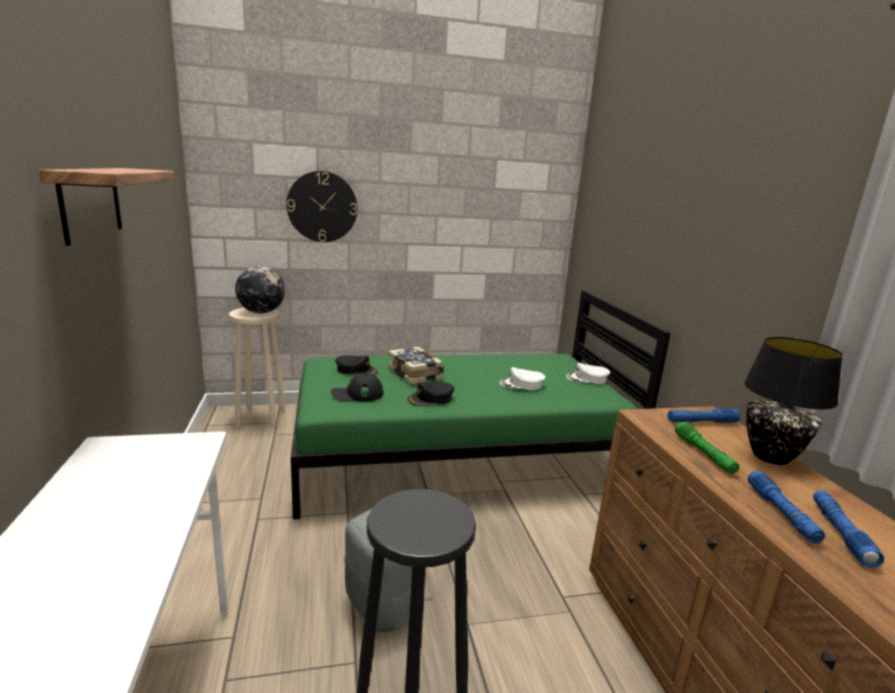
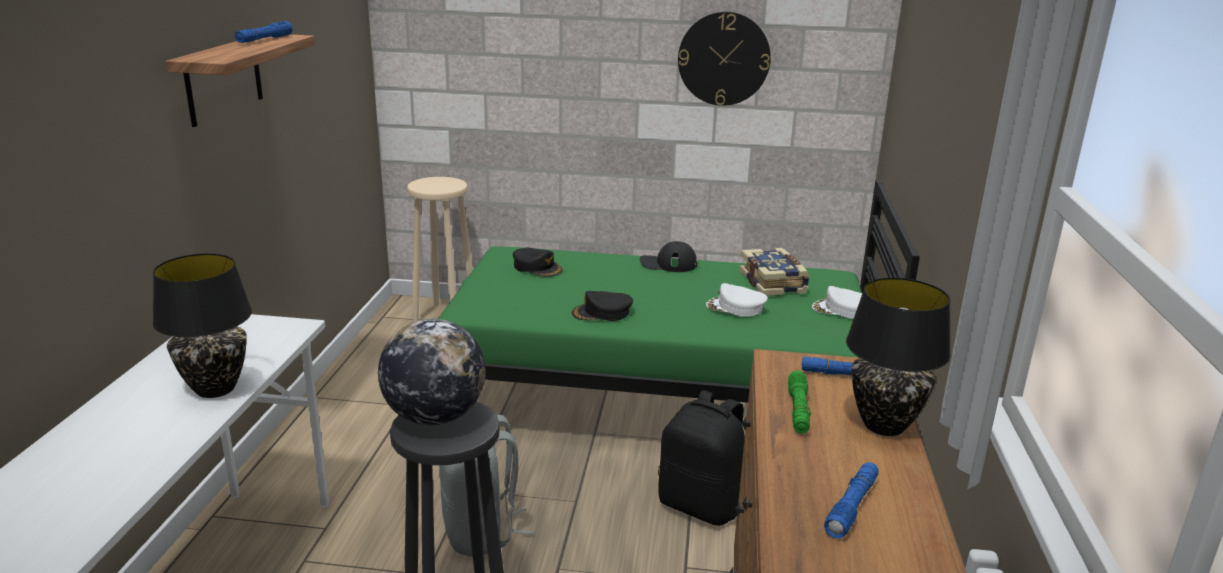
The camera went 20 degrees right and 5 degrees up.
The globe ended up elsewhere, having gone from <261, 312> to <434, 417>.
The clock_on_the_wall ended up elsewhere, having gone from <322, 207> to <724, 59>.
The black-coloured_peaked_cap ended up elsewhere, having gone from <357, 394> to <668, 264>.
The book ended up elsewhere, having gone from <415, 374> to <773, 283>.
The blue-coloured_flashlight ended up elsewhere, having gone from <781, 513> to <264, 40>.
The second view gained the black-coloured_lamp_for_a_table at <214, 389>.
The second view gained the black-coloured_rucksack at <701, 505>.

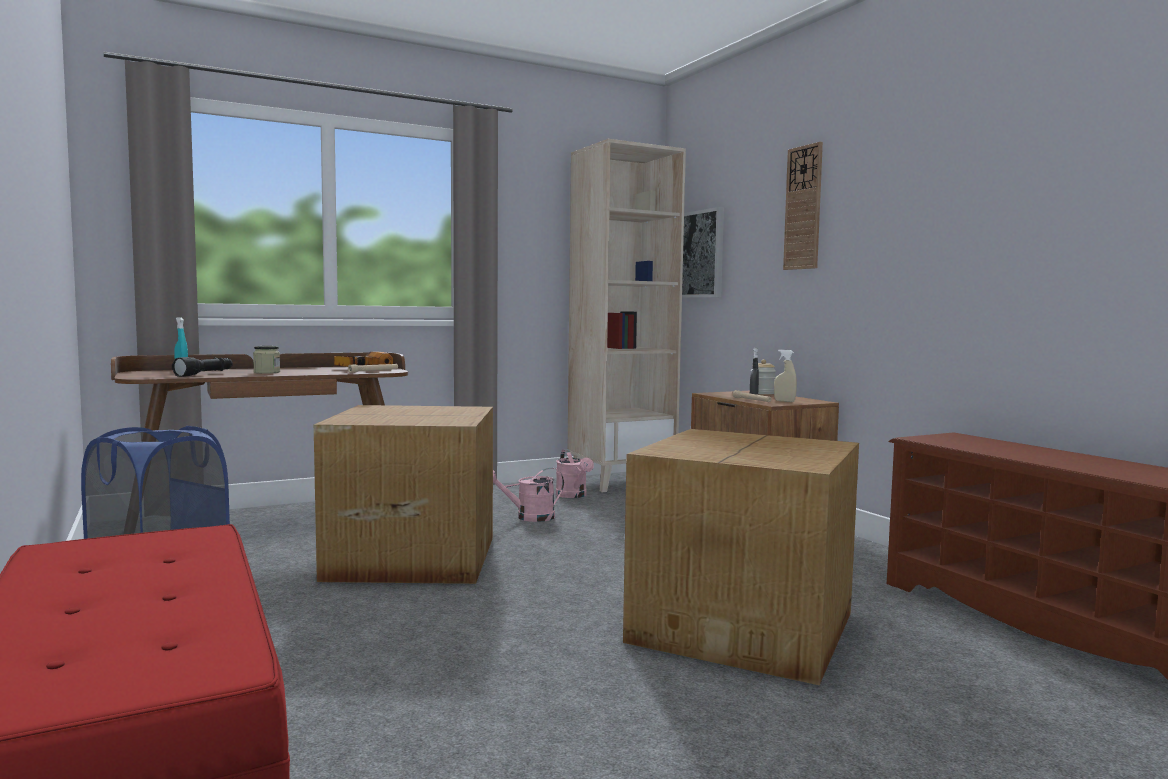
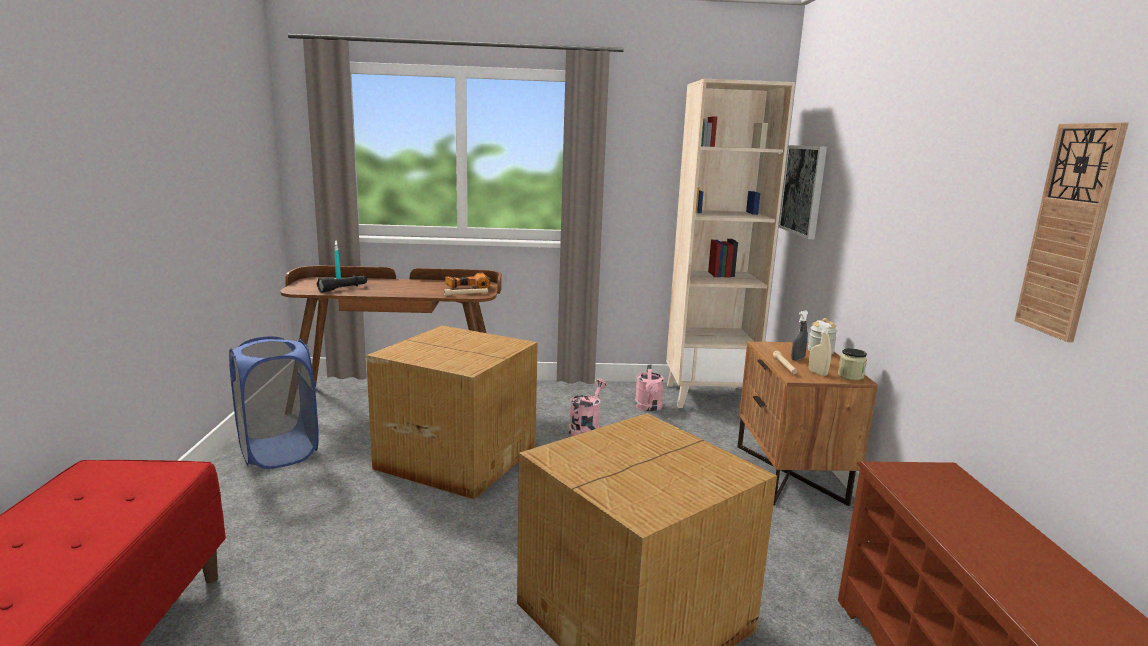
The camera went 25 degrees right and 10 degrees up.
The jar ended up elsewhere, having gone from <267, 372> to <850, 376>.
The pink-coloured_watering_pot at <528, 517> ended up facing another way, 105 degrees clockwise from before.
The clock_on_the_wall ended up elsewhere, having gone from <803, 208> to <1069, 231>.

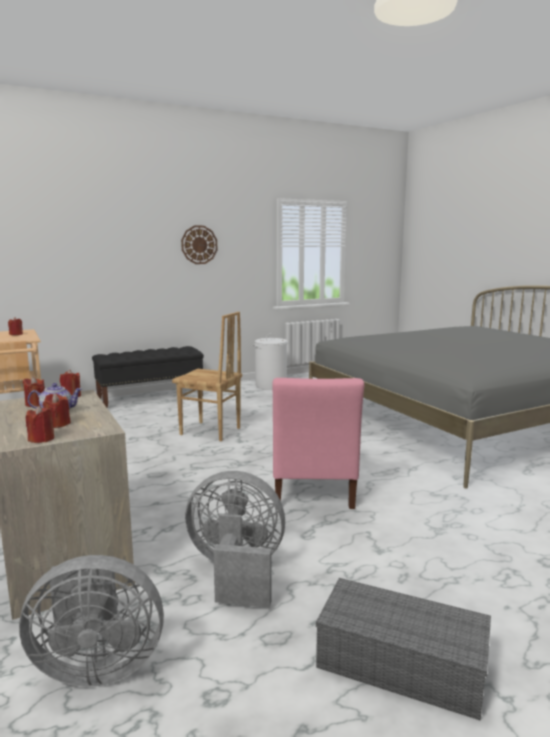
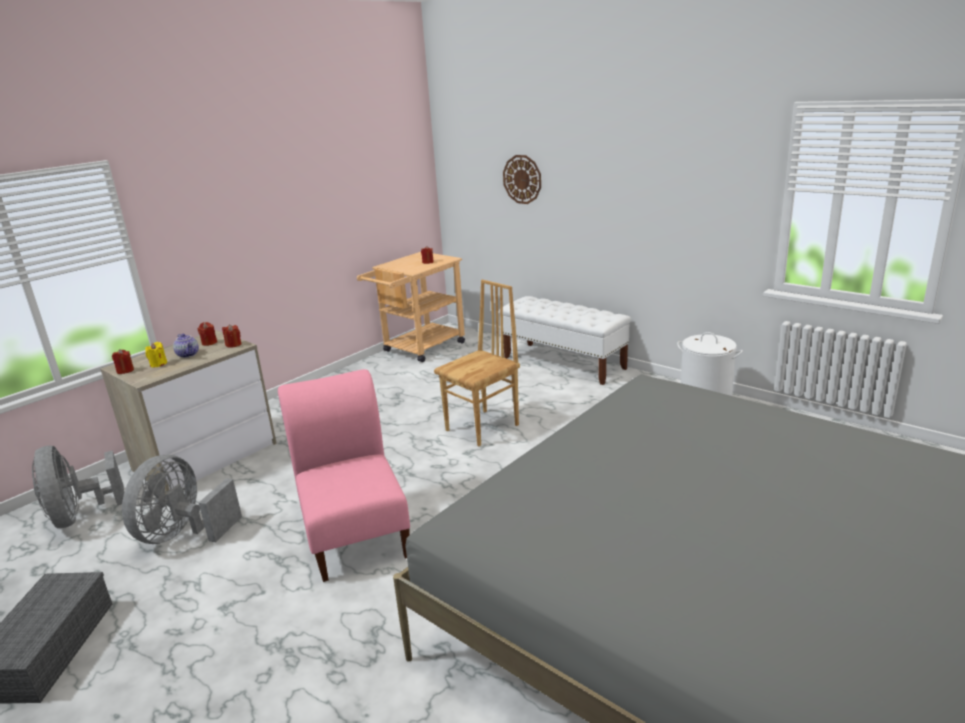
The camera went 70 degrees right and 10 degrees up.
What was the red-coloured_wax_candle at <58, 424> turned into the yellow-coloured_wax_candle at <158, 364>.
What was the black-coloured_bench at <151, 397> turned into the white_bench at <564, 363>.
The brownish_upright_chair at <210, 432> ended up facing another way, 135 degrees counterclockwise from before.
The clock_on_the_wall ended up elsewhere, having gone from <199, 244> to <522, 179>.
The greyish_cooling_fan at <236, 572> ended up facing another way, 150 degrees counterclockwise from before.
The pink-coloured_upright_chair at <312, 489> ended up facing another way, 90 degrees clockwise from before.

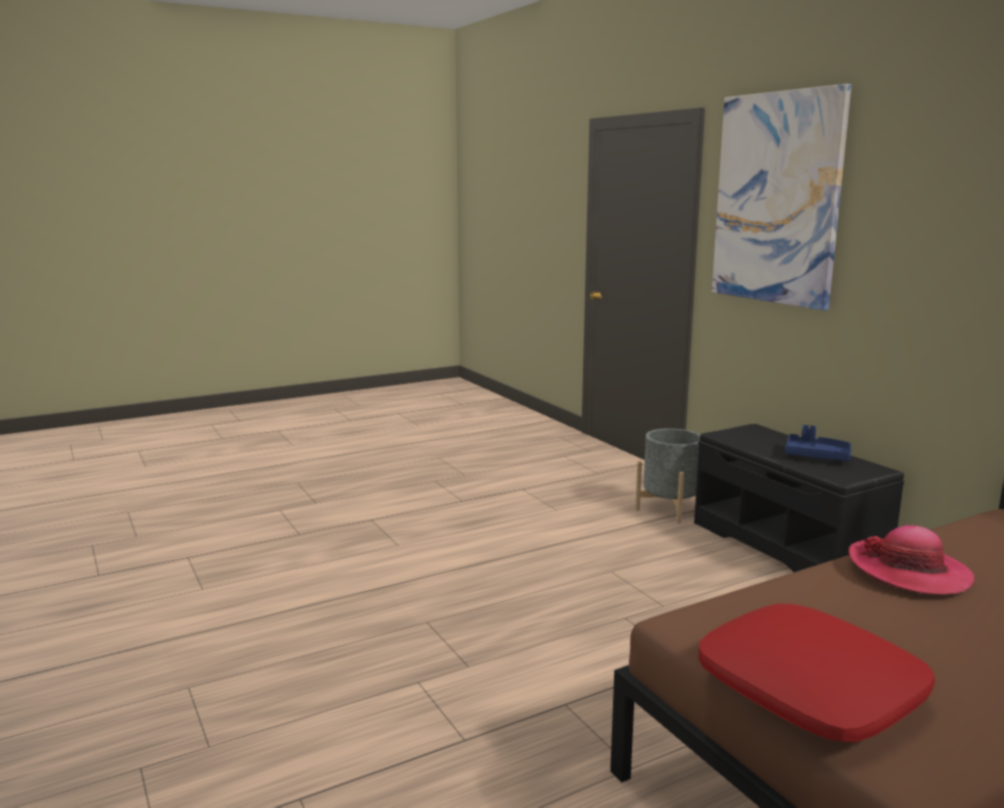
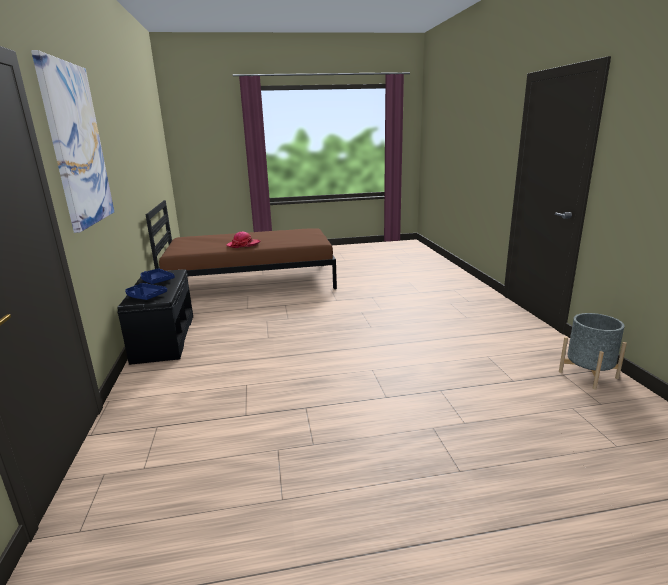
The camera went 160 degrees left and 5 degrees up.
The greyish_planter ended up elsewhere, having gone from <670, 509> to <588, 375>.
The second view lost the red-coloured_throw_pillow at <810, 690>.
The second view gained the blue-coloured_carrying_tray at <145, 296>.

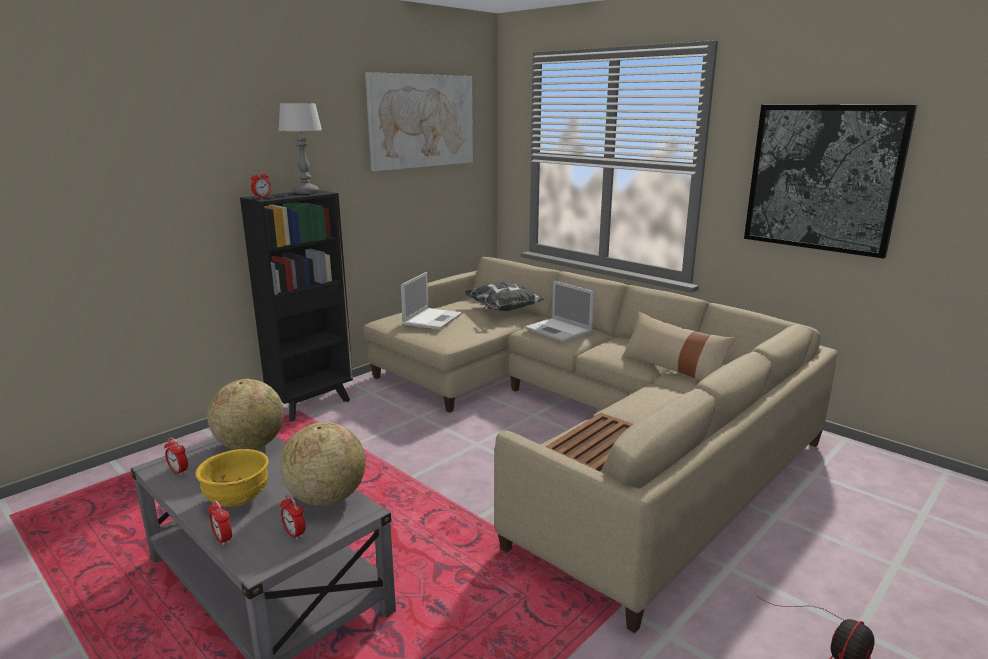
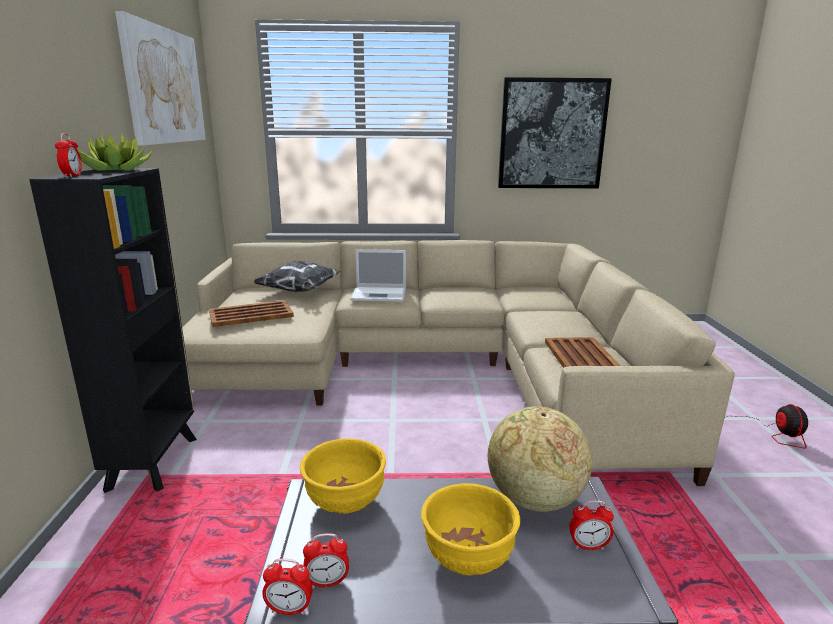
The camera went 45 degrees left and 0 degrees up.
Where the globe stood at <251, 445>, the yellow-coloured_bowl came to stand at <344, 503>.
The bedside_clock ended up elsewhere, having gone from <223, 539> to <289, 609>.
Where the lamp_for_a_table stood at <305, 192>, the plant_in_a_pot came to stand at <112, 170>.
Where the notebook_computer stood at <433, 319>, the brownish_carrying_tray came to stand at <250, 314>.
The second view lost the beige_throw_pillow at <673, 368>.

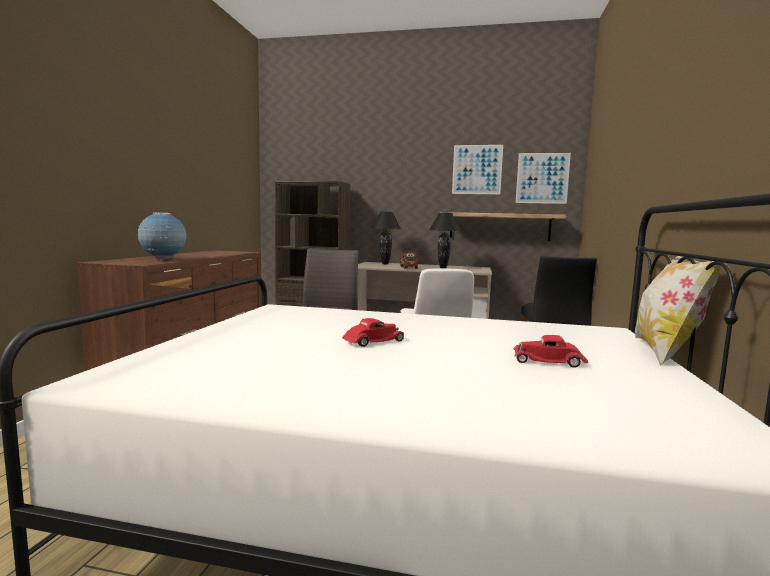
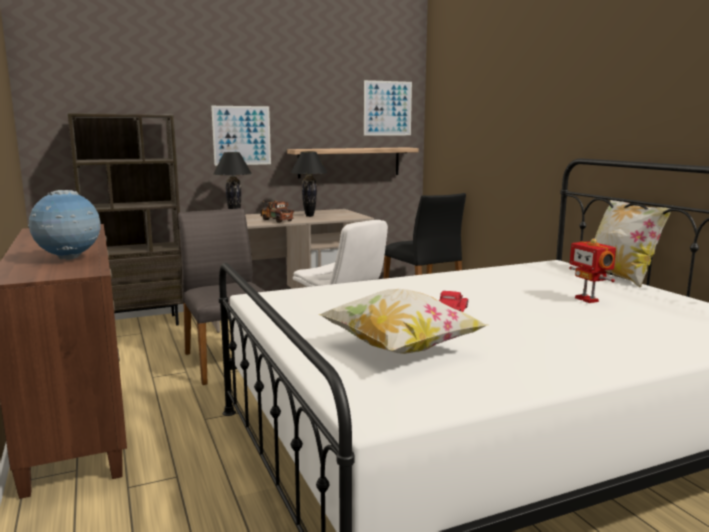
The camera went 35 degrees left and 5 degrees up.
The wall_picture ended up elsewhere, having gone from <477, 169> to <241, 135>.
Where the red-coloured_model_car stood at <549, 361>, the robot_figure came to stand at <588, 299>.
The second view gained the throw_pillow at <400, 349>.

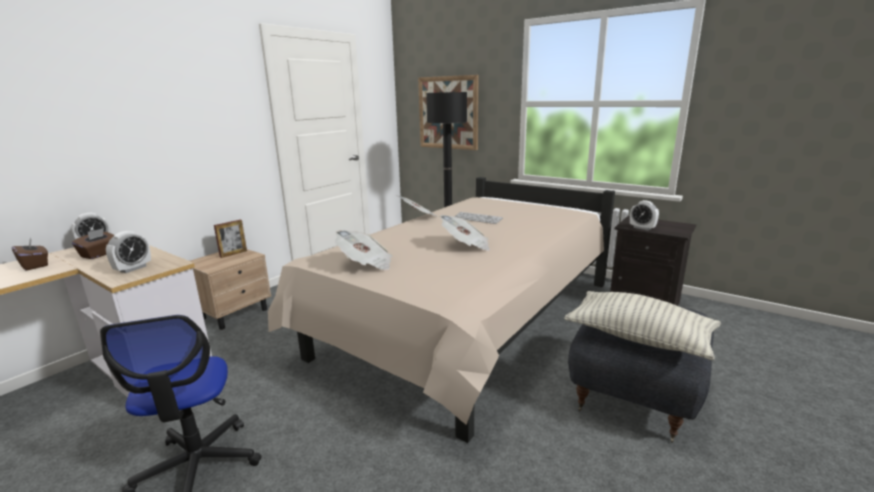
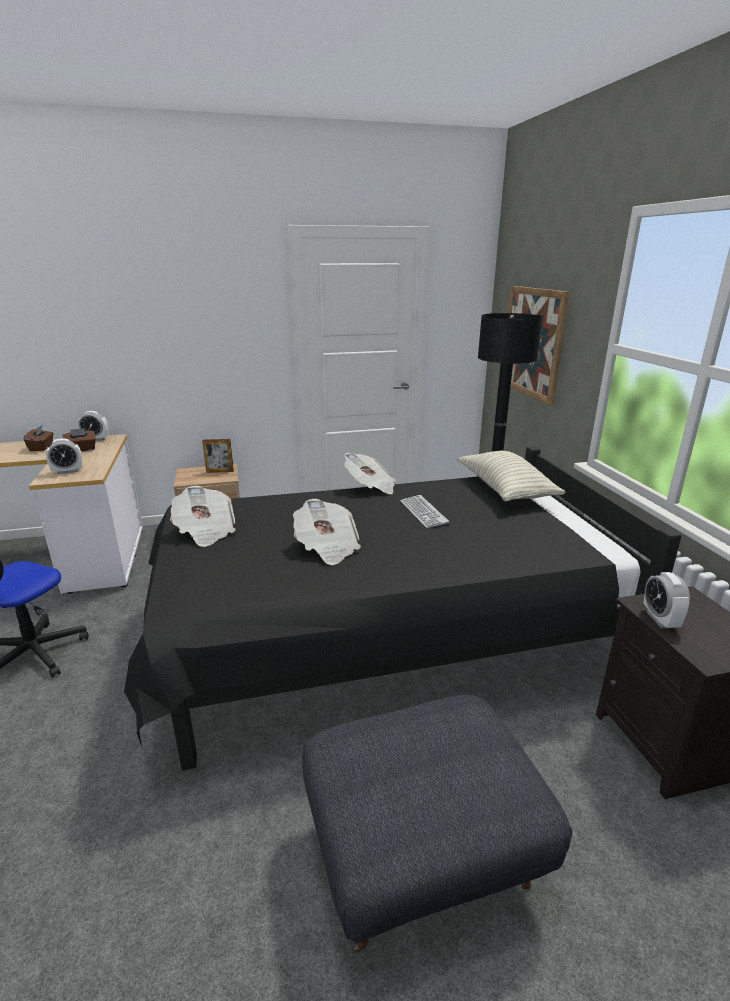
The camera went 40 degrees right and 5 degrees up.
What was the beige_sleeping_bed at <468, 322> turned into the black-coloured_sleeping_bed at <378, 639>.
The throw_pillow ended up elsewhere, having gone from <638, 338> to <505, 490>.

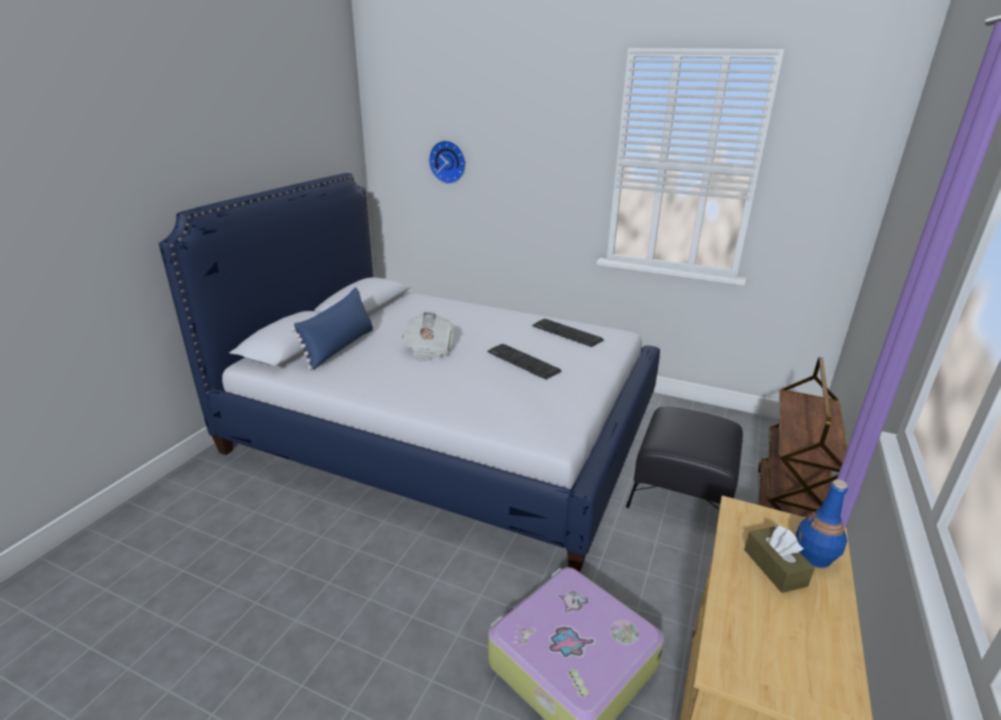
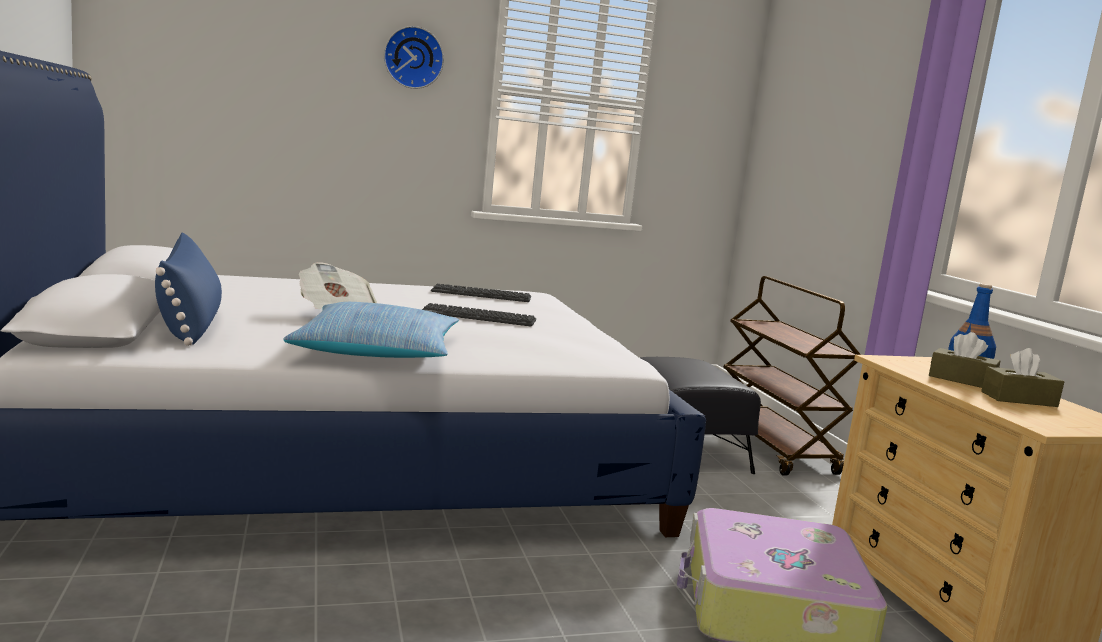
The camera went 40 degrees left and 15 degrees down.
The clock_on_the_wall ended up elsewhere, having gone from <448, 161> to <413, 58>.
The second view gained the throw_pillow at <378, 350>.
The second view gained the brownish_tissue_holder at <1019, 399>.

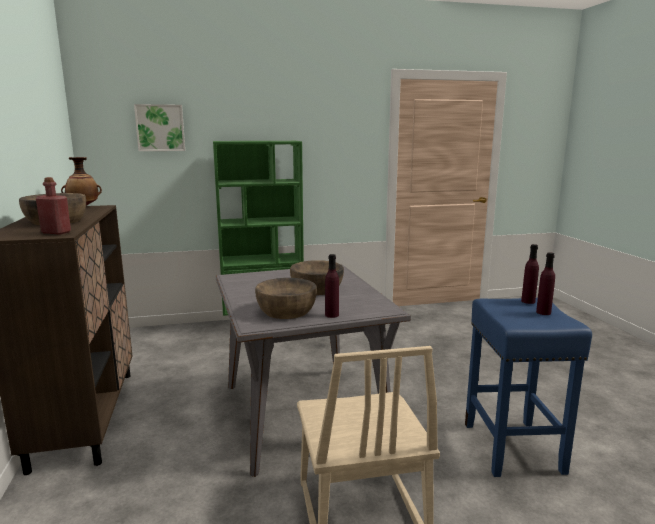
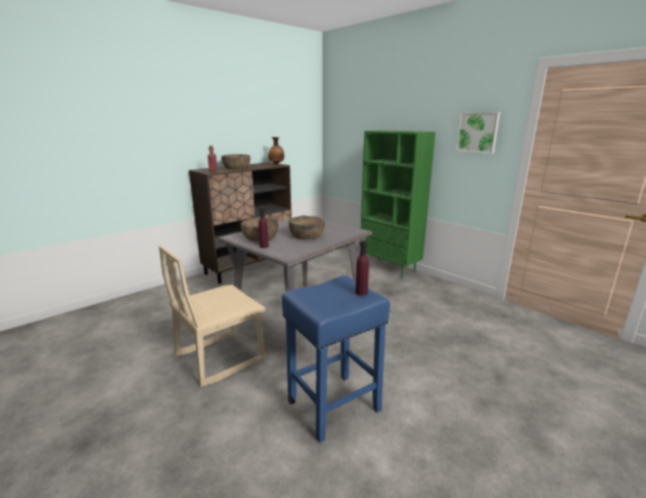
The camera went 60 degrees right and 5 degrees up.
The wall_picture ended up elsewhere, having gone from <160, 128> to <478, 132>.
The second view lost the purple-coloured_drink_bottle at <543, 312>.

